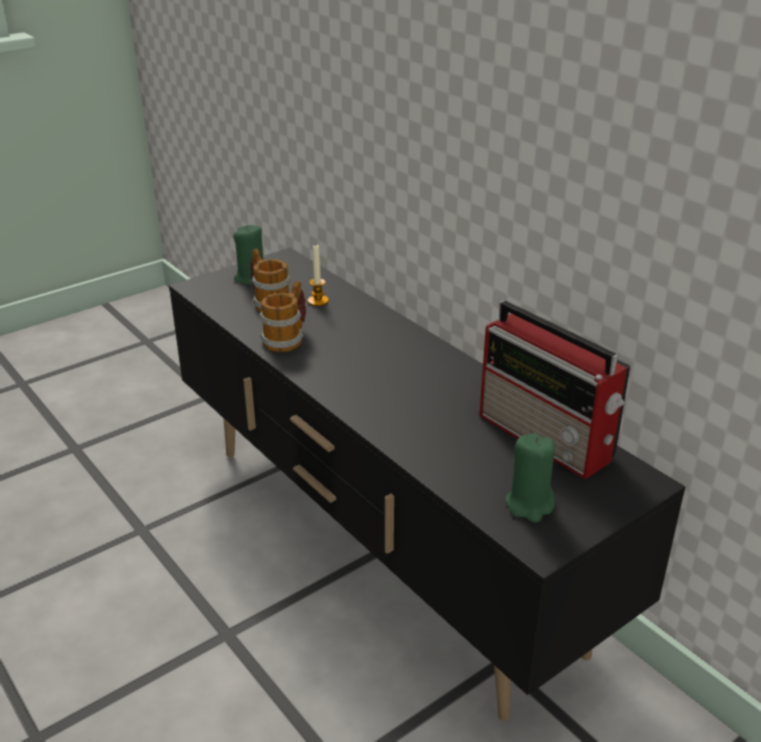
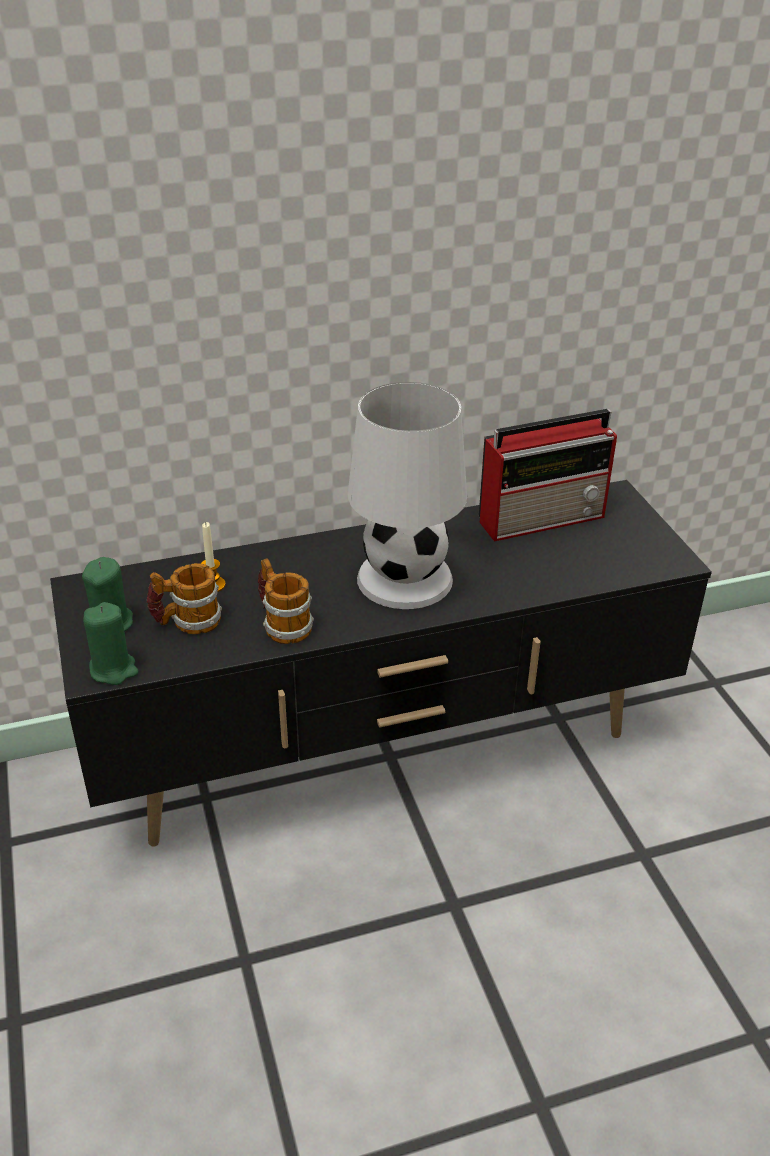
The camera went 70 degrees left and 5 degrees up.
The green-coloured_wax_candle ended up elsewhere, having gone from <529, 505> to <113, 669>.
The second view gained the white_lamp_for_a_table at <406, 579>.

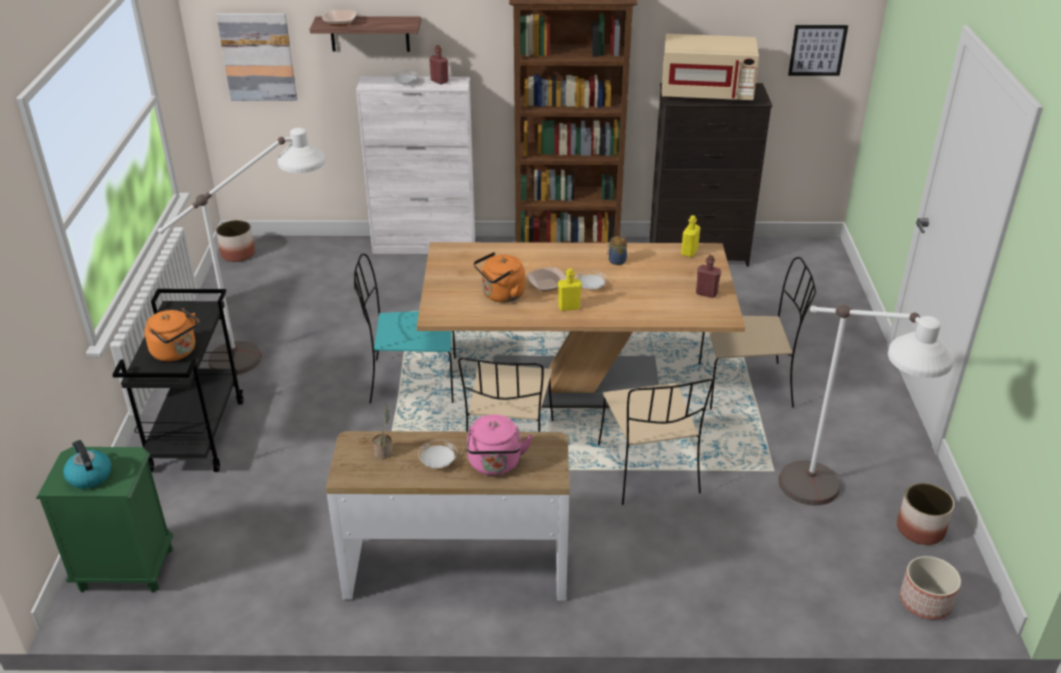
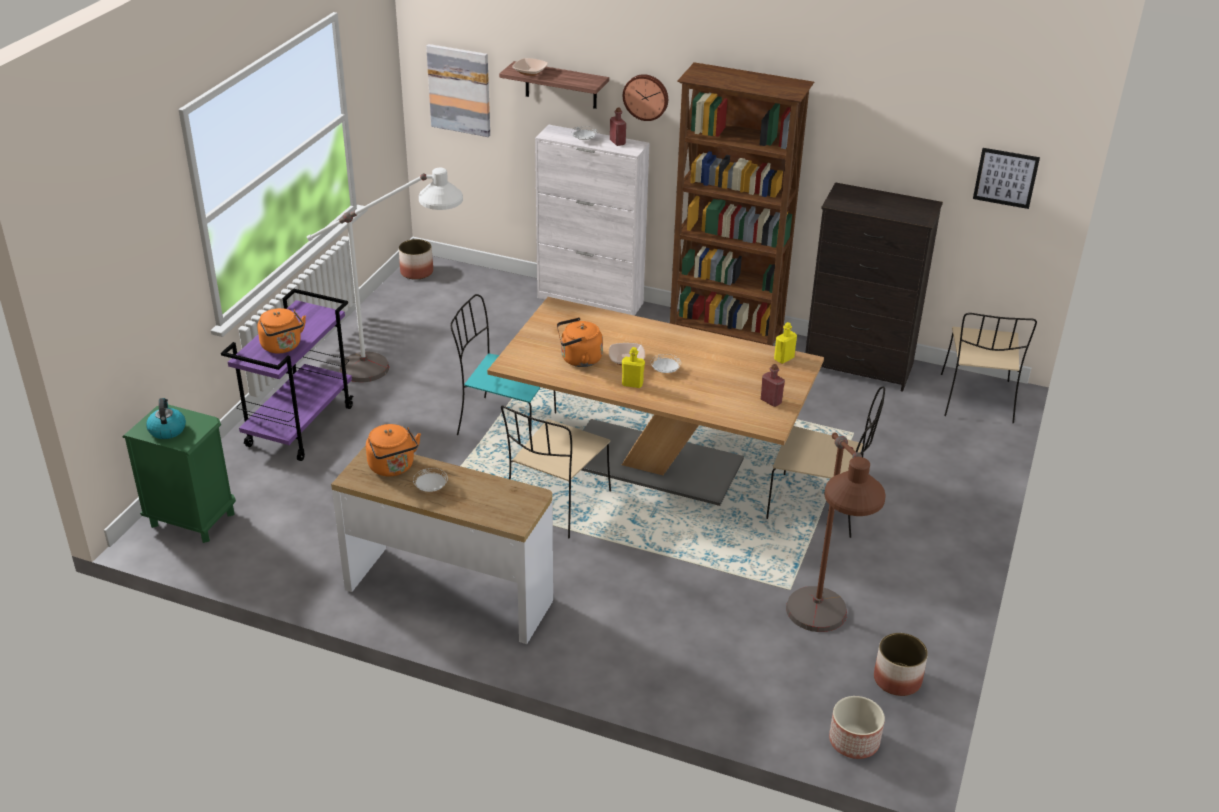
The camera went 20 degrees right and 0 degrees up.
What was the black-coloured_trolley at <197, 434> turned into the purple-coloured_trolley at <300, 425>.
Where the plant_in_a_pot stood at <384, 451>, the orange-coloured_water_kettle came to stand at <393, 468>.
The second view lost the pink-coloured_water_kettle at <495, 465>.
The beige_upright_chair ended up elsewhere, having gone from <649, 471> to <977, 400>.
The second view lost the jar at <616, 261>.
The second view lost the beige_microwave_oven at <706, 93>.
What was the white_standing_lamp at <831, 513> turned into the brownish_standing_lamp at <819, 641>.
The second view gained the clock_on_the_wall at <646, 96>.

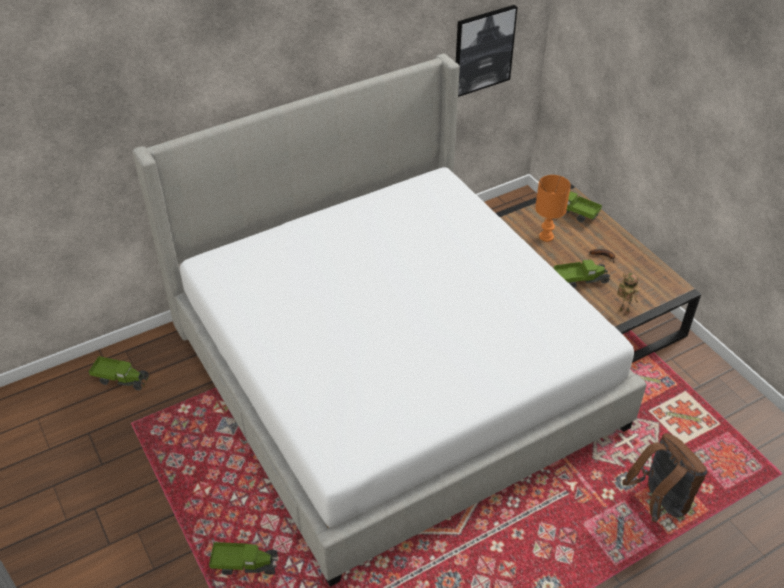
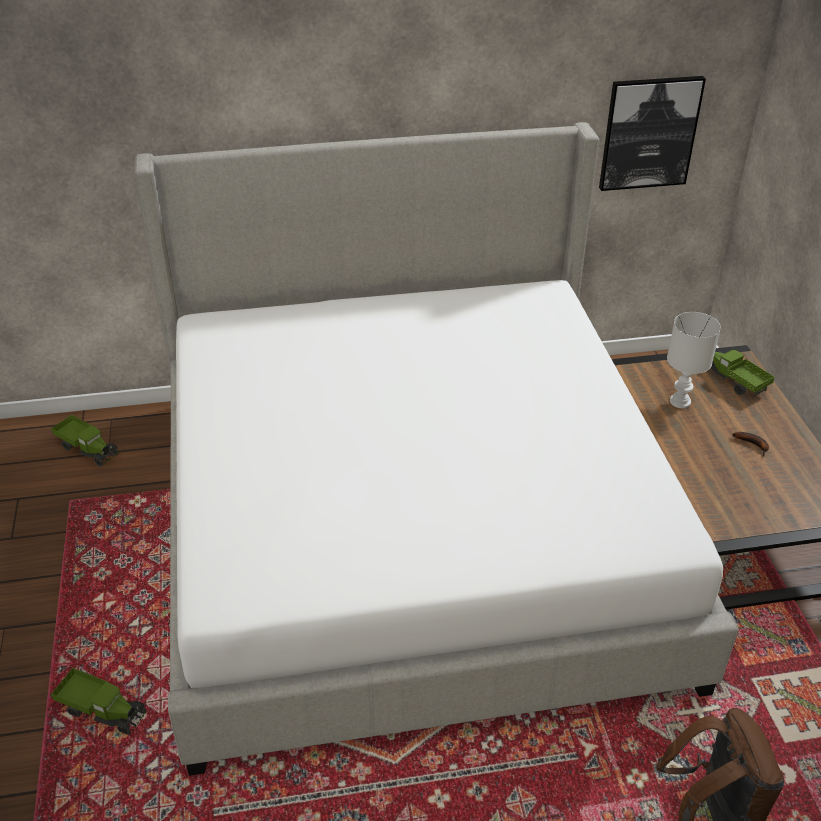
The camera went 20 degrees right and 5 degrees down.
What was the orange-coloured_lamp_for_a_table at <546, 236> turned into the white_lamp_for_a_table at <679, 401>.
The second view lost the toy_lorry at <580, 280>.
The second view lost the robot_figure at <622, 311>.

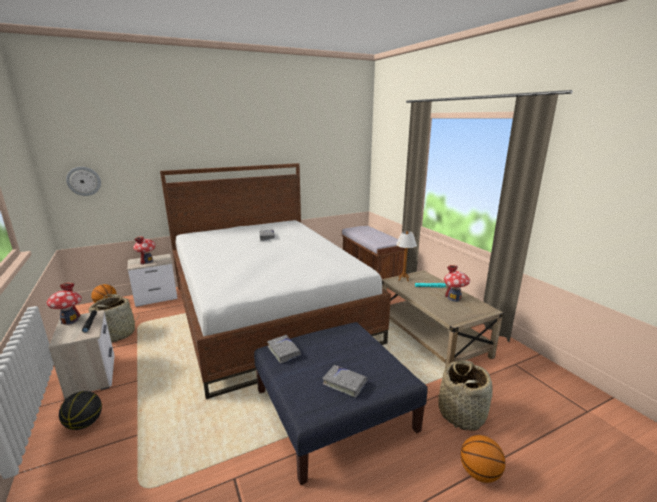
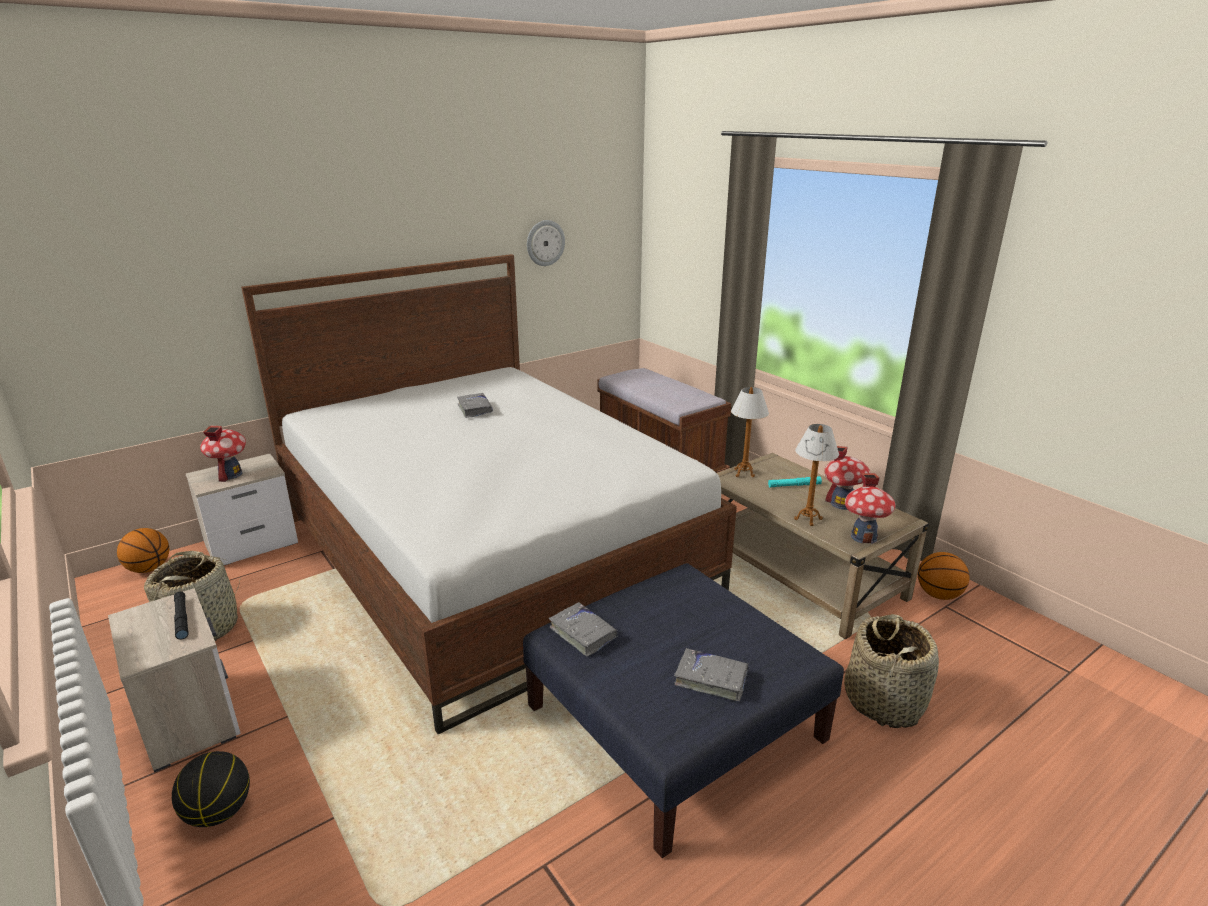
The camera went 10 degrees left and 5 degrees up.
The model_house ended up elsewhere, having gone from <70, 320> to <864, 537>.
The clock_on_the_wall ended up elsewhere, having gone from <84, 181> to <545, 243>.
The basketball ended up elsewhere, having gone from <479, 473> to <938, 595>.
The second view gained the lamp_for_a_table at <808, 519>.

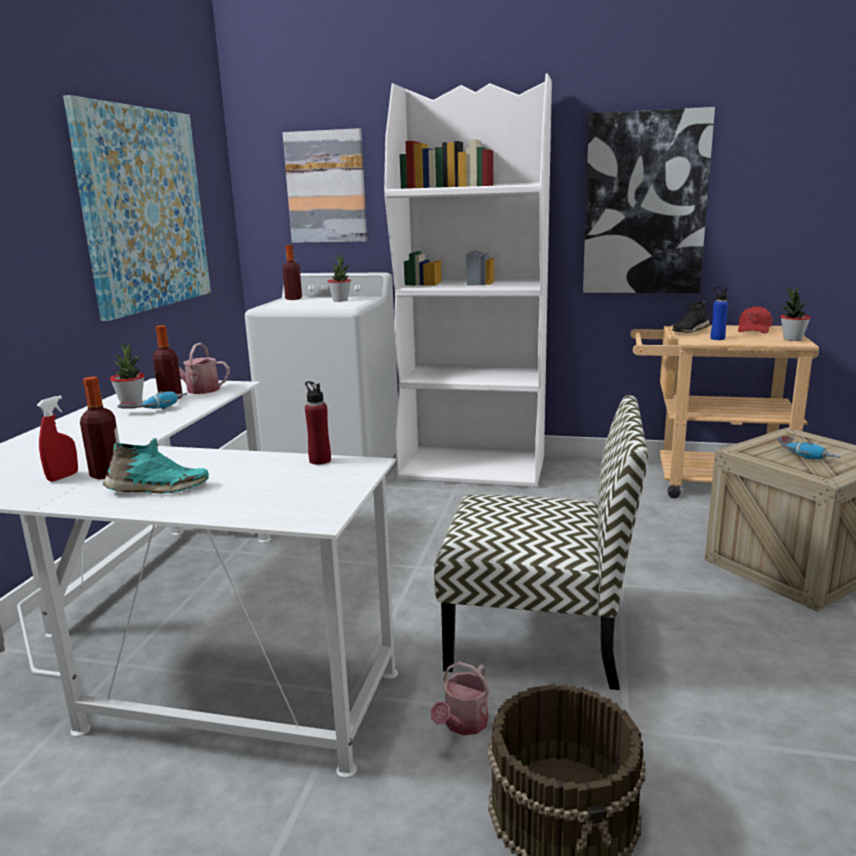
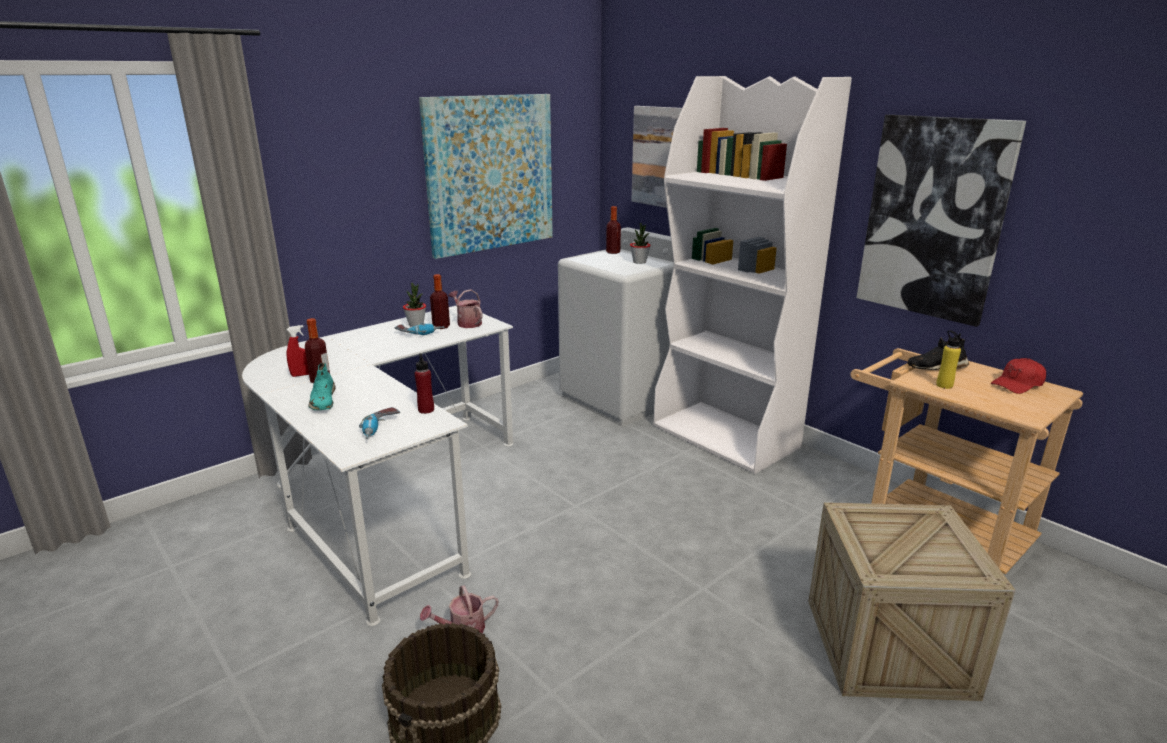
The camera went 35 degrees right and 5 degrees up.
The turquoise-coloured_item_of_footwear at <157, 489> ended up facing another way, 45 degrees clockwise from before.
The second view lost the upright_chair at <539, 635>.
What was the blue-coloured_drink_bottle at <717, 338> turned into the yellow-coloured_drink_bottle at <944, 385>.
The electric_drill ended up elsewhere, having gone from <806, 455> to <380, 430>.
The second view lost the plant_in_a_pot at <792, 339>.

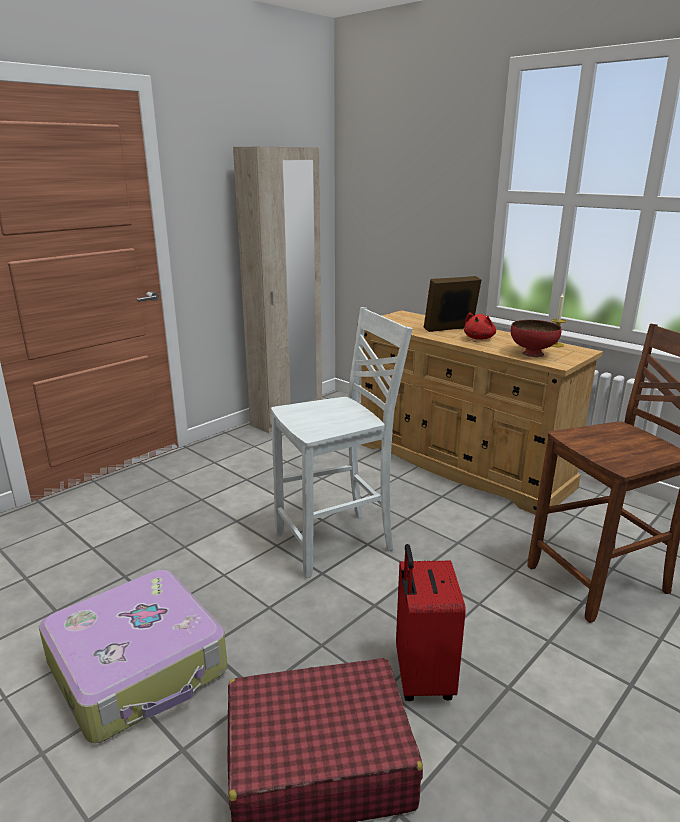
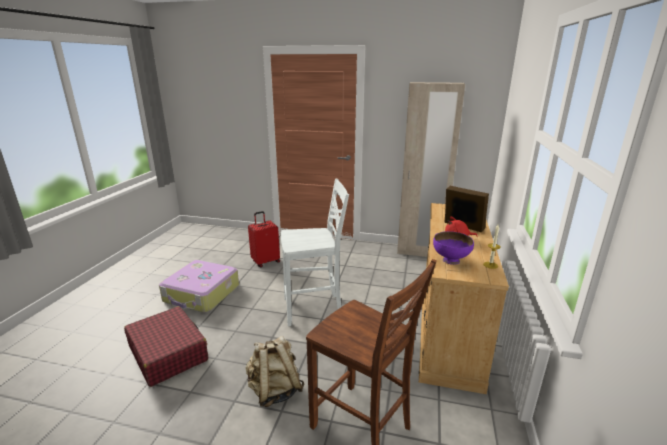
The camera went 60 degrees right and 0 degrees up.
The white_upright_chair at <337, 543> ended up facing another way, 45 degrees counterclockwise from before.
The red-coloured_suitcase ended up elsewhere, having gone from <421, 677> to <265, 261>.
What was the red-coloured_bowl at <532, 354> turned into the purple-coloured_bowl at <450, 260>.
The second view gained the beige_rucksack at <274, 390>.

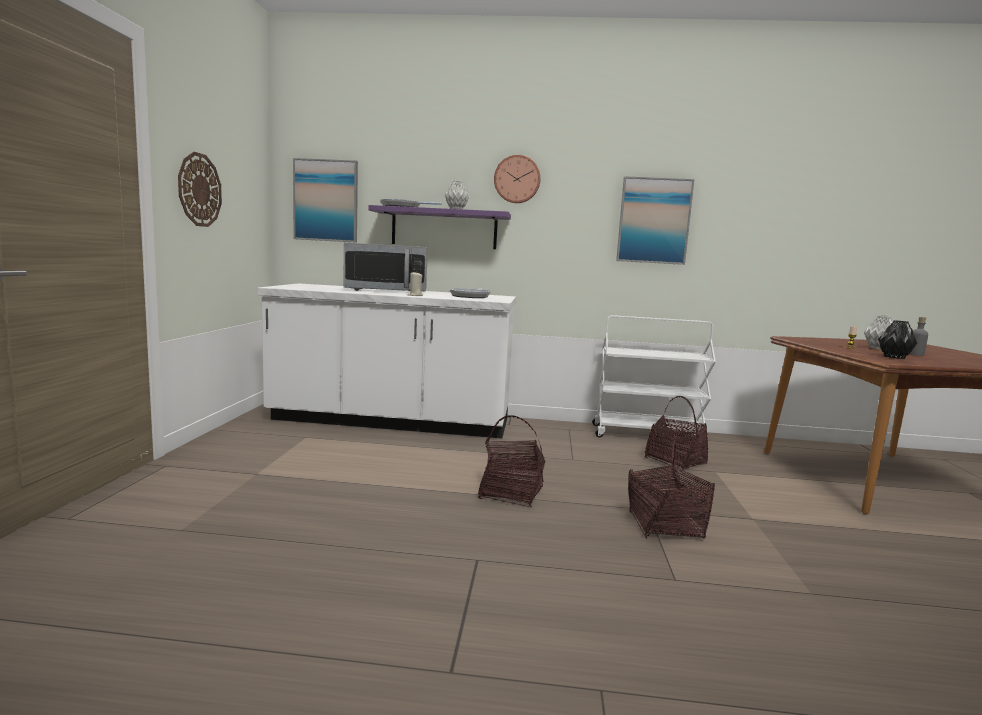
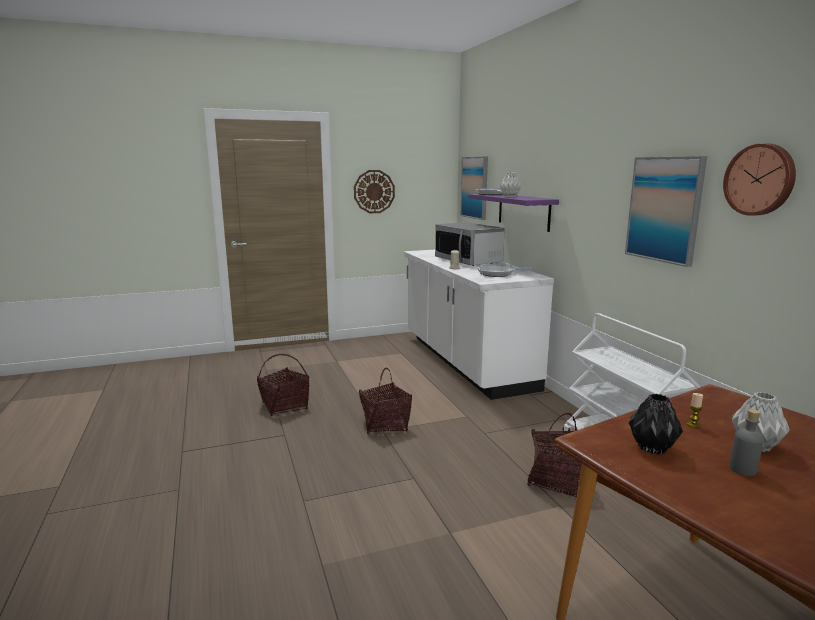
The camera went 65 degrees right and 5 degrees up.
The clock_on_the_wall ended up elsewhere, having gone from <517, 179> to <760, 180>.
The household_basket ended up elsewhere, having gone from <665, 525> to <285, 406>.

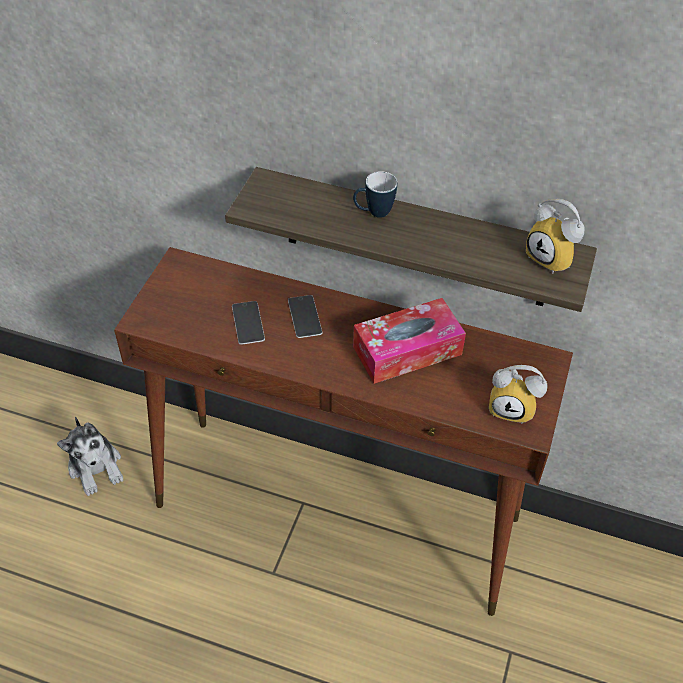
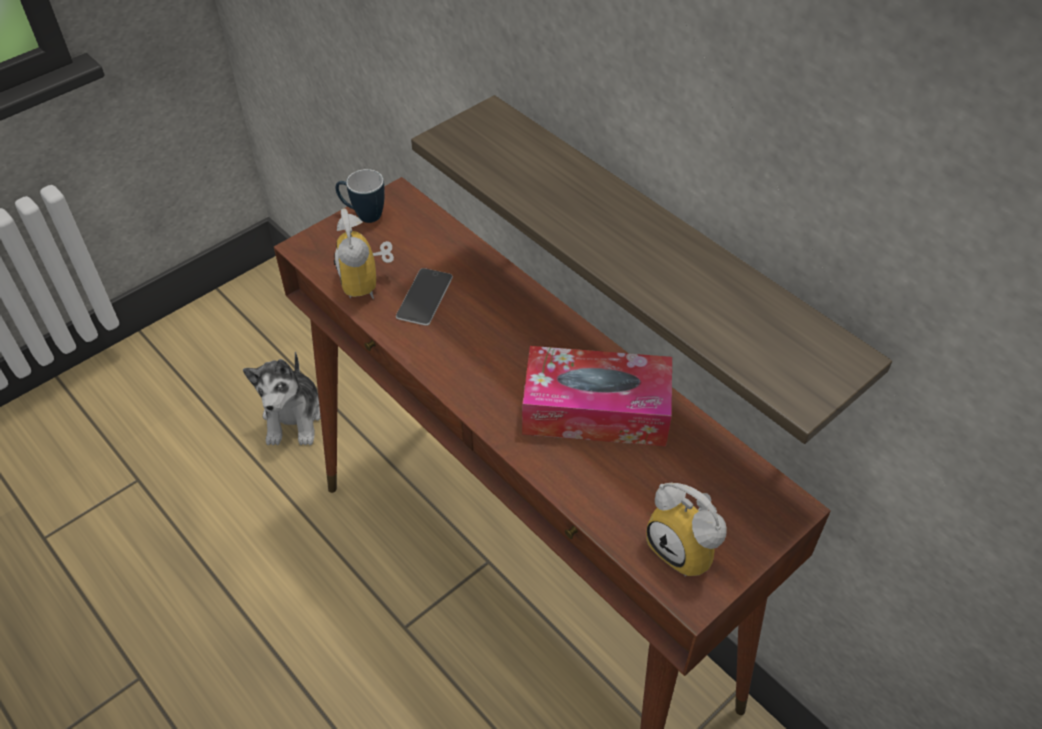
The camera went 30 degrees right and 0 degrees up.
The second view lost the phone at <304, 316>.
The coffee_mug ended up elsewhere, having gone from <373, 213> to <363, 215>.
The bedside_clock ended up elsewhere, having gone from <553, 258> to <368, 284>.

